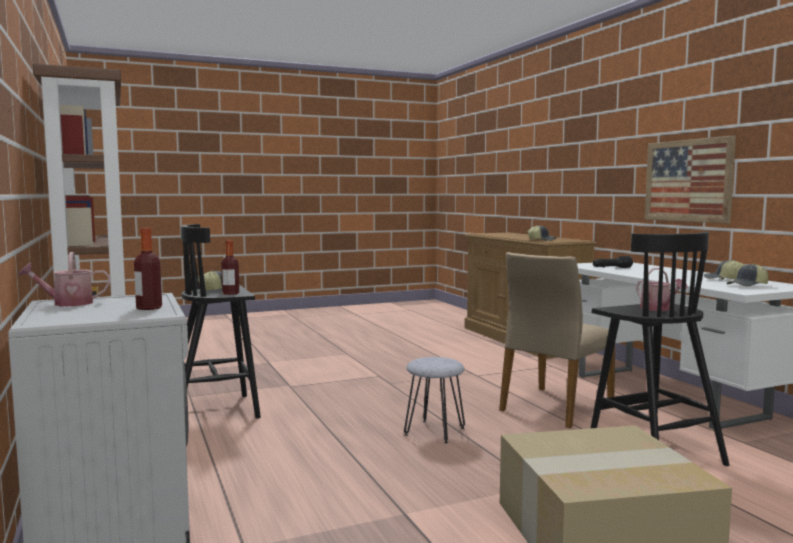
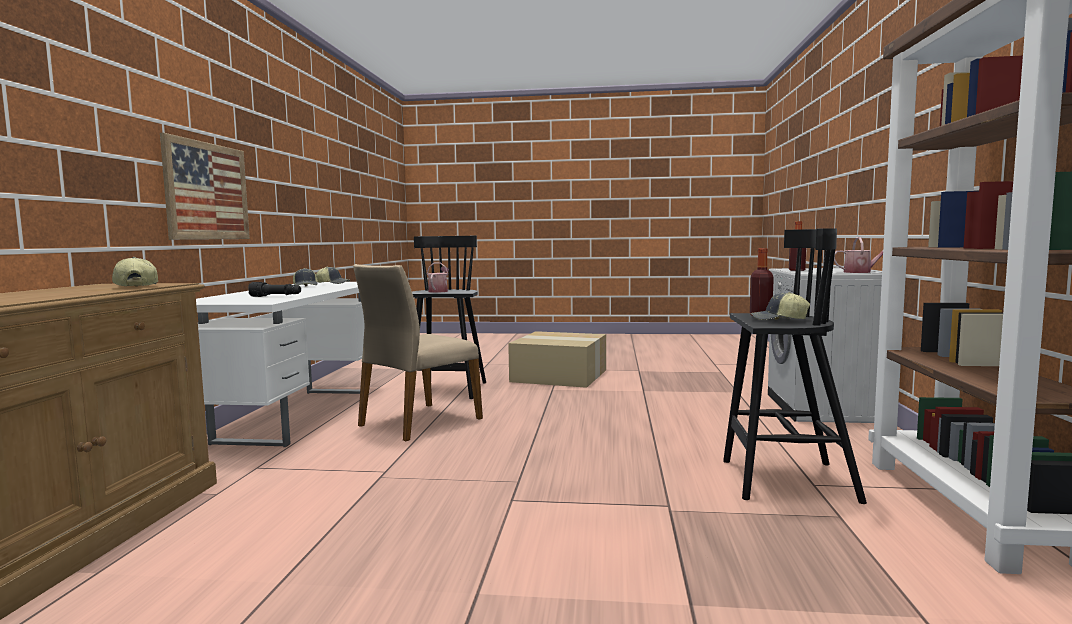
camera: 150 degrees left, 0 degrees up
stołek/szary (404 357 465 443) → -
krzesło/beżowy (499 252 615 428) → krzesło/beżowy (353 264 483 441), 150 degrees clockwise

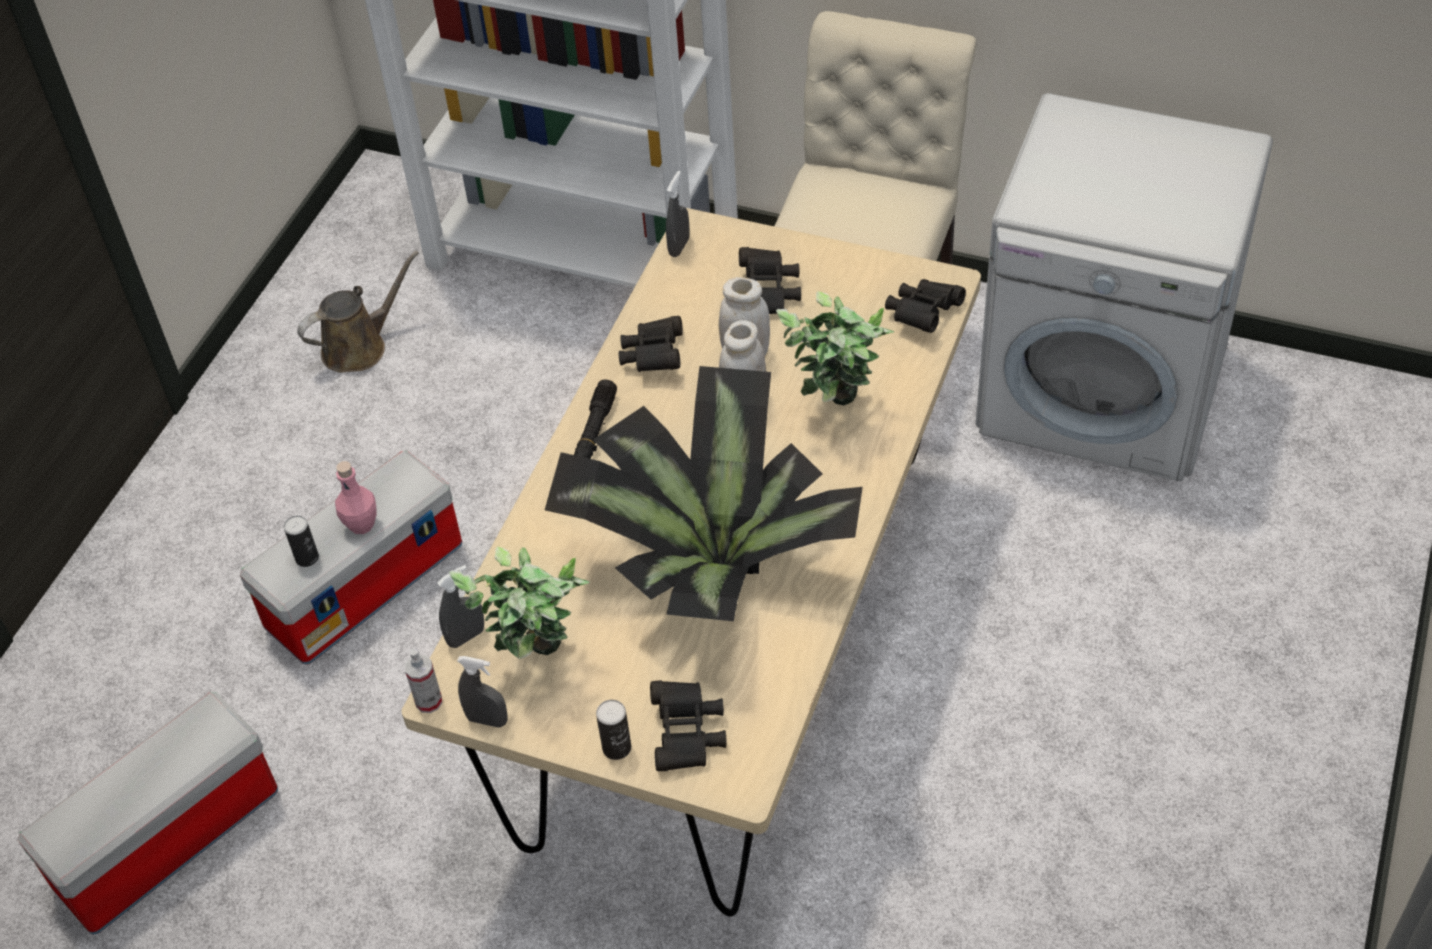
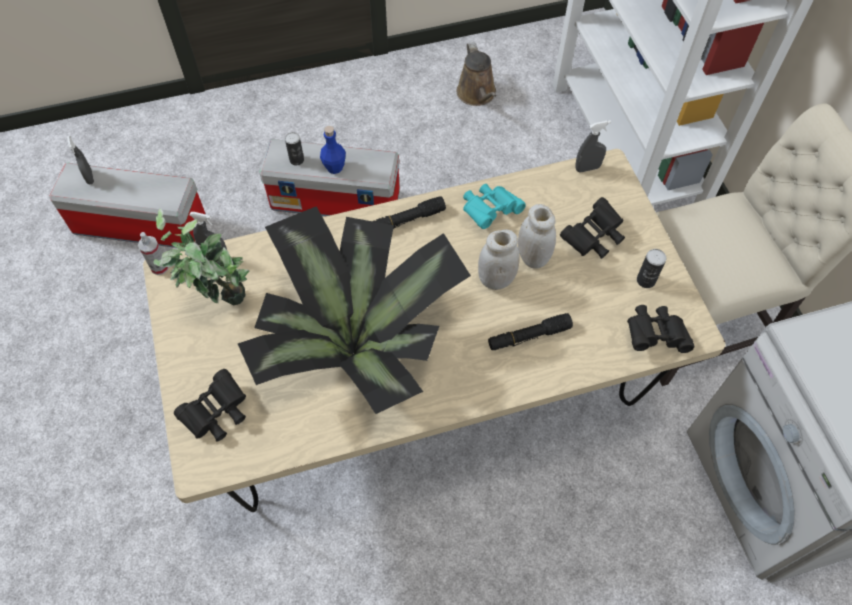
camera: 50 degrees right, 10 degrees up
konewka/brązowy (297 250 419 373) → konewka/brązowy (457 42 496 106), 60 degrees clockwise
butelka/różowy (335 461 377 534) → butelka/niebieski (320 126 346 174)
spryskiwacz/szary (457 656 508 728) → spryskiwacz/szary (67 136 94 185), relocated
puszka (596 700 631 760) → puszka (637 249 666 288), relocated
lornetka/czarny (619 316 683 372) → lornetka/turkusowy (463 184 526 229)
roślina doniczkowa (776 291 894 405) → latarka/czarny (488 313 573 350)

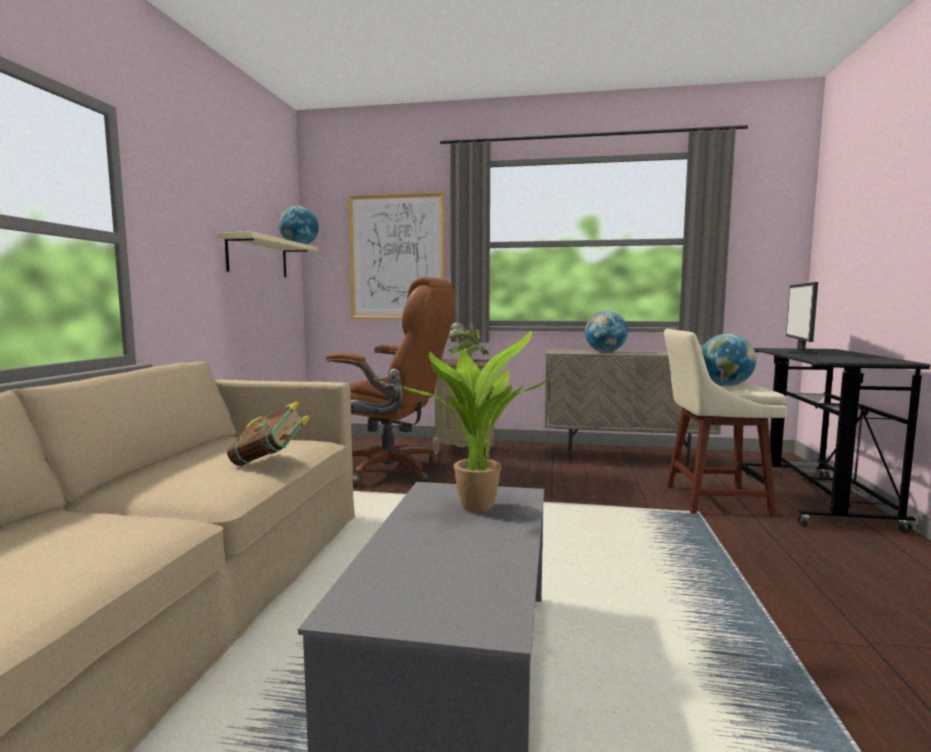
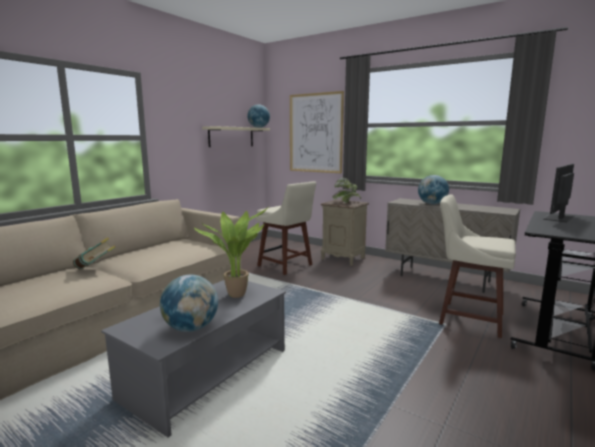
camera: 25 degrees right, 5 degrees up
książka (227 401 310 466) → książka (73 237 115 269), relocated
krzesło biurowe/brązowy (326 277 455 487) → stołek/beżowy (256 181 316 275)
globus (701 334 757 386) → globus (160 275 218 332), relocated

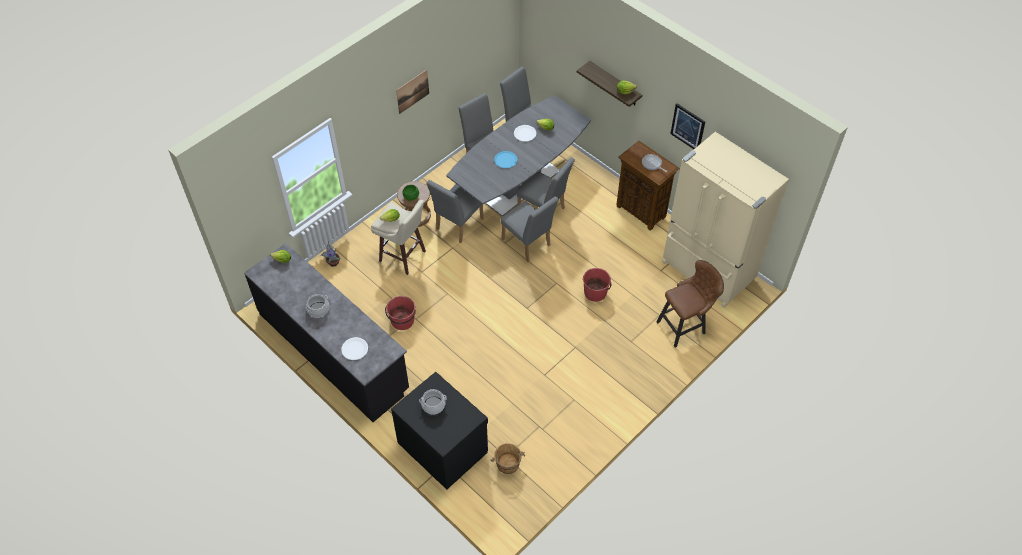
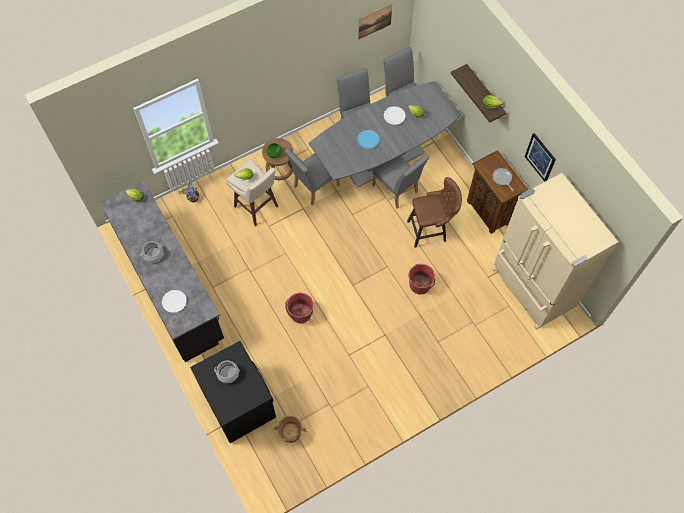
camera: 15 degrees right, 10 degrees up
wiadro/czerwony (385 296 416 330) → wiadro/czerwony (285 293 314 323), relocated
obraz (396 70 429 114) → obraz (358 3 392 40), relocated
krzesło/szary (501 196 559 262) → -
stołek/brązowy (657 260 724 348) → stołek/brązowy (407 177 462 248), relocated

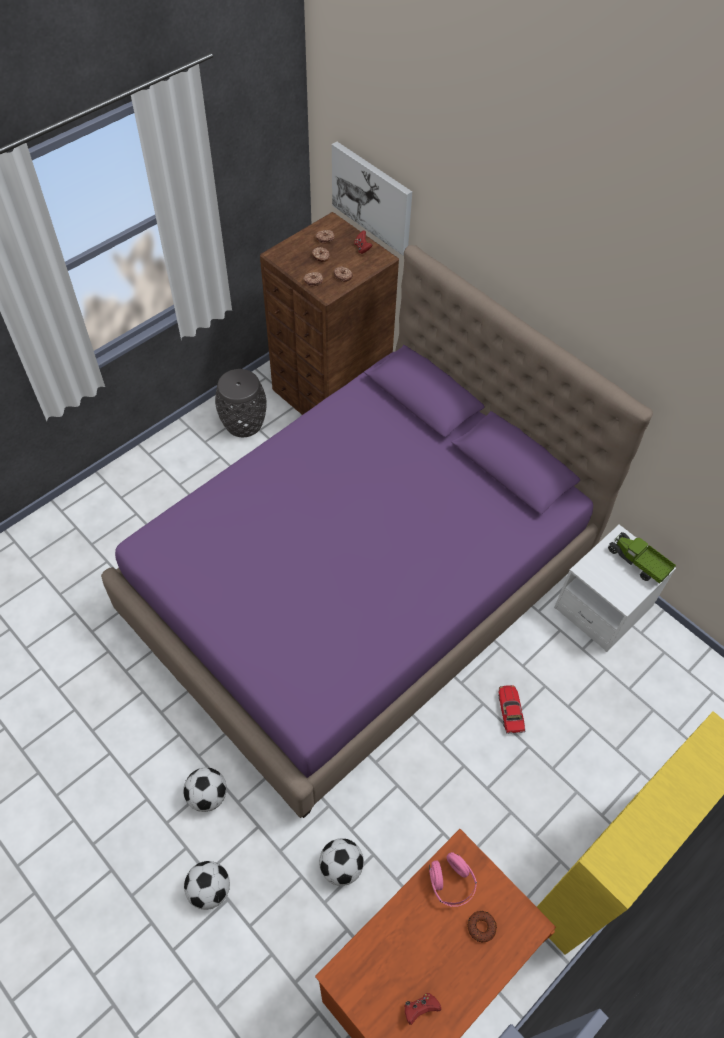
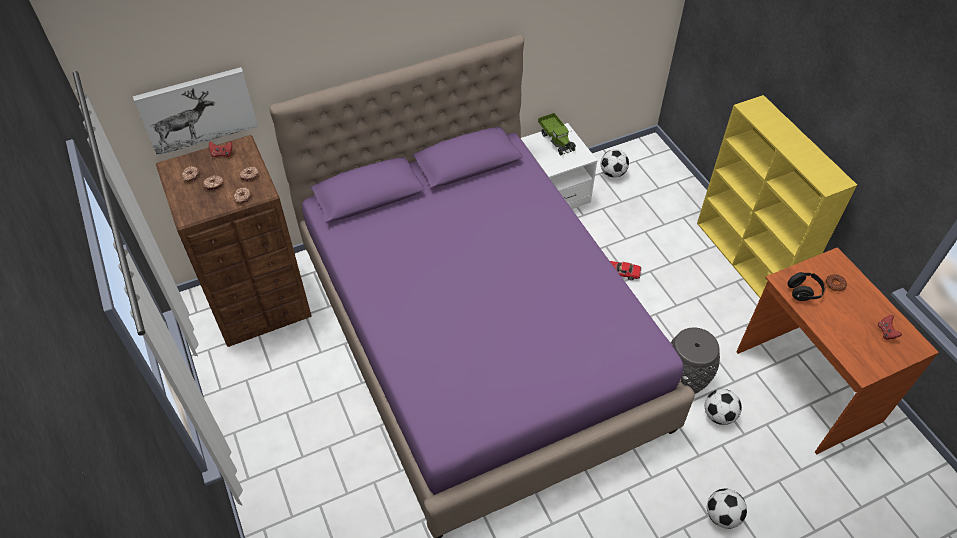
camera: 70 degrees left, 5 degrees down
piłka futbolowa (183 767 227 812) → piłka futbolowa (601 149 629 178), relocated
stołek/szary (215 369 267 437) → stołek/szary (670 327 720 394), relocated
słuchawki/różowy (429 852 477 907) → słuchawki/czarny (787 272 826 301)
ciężarówka zabawkowa (608 532 676 585) → ciężarówka zabawkowa (538 113 576 155), 90 degrees counterclockwise

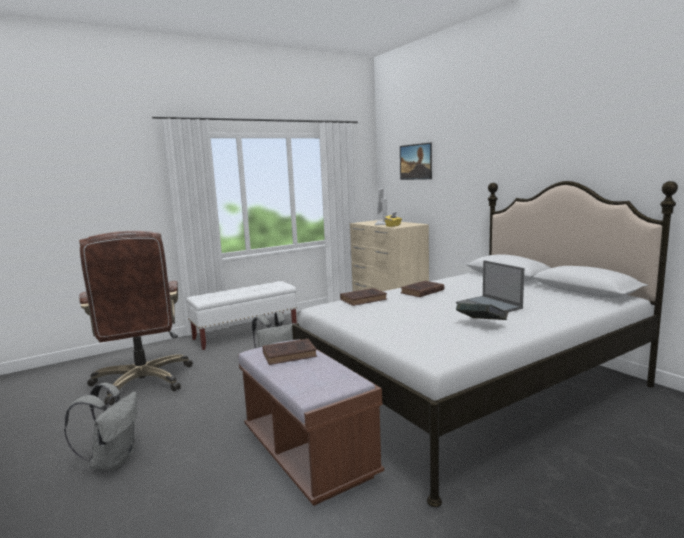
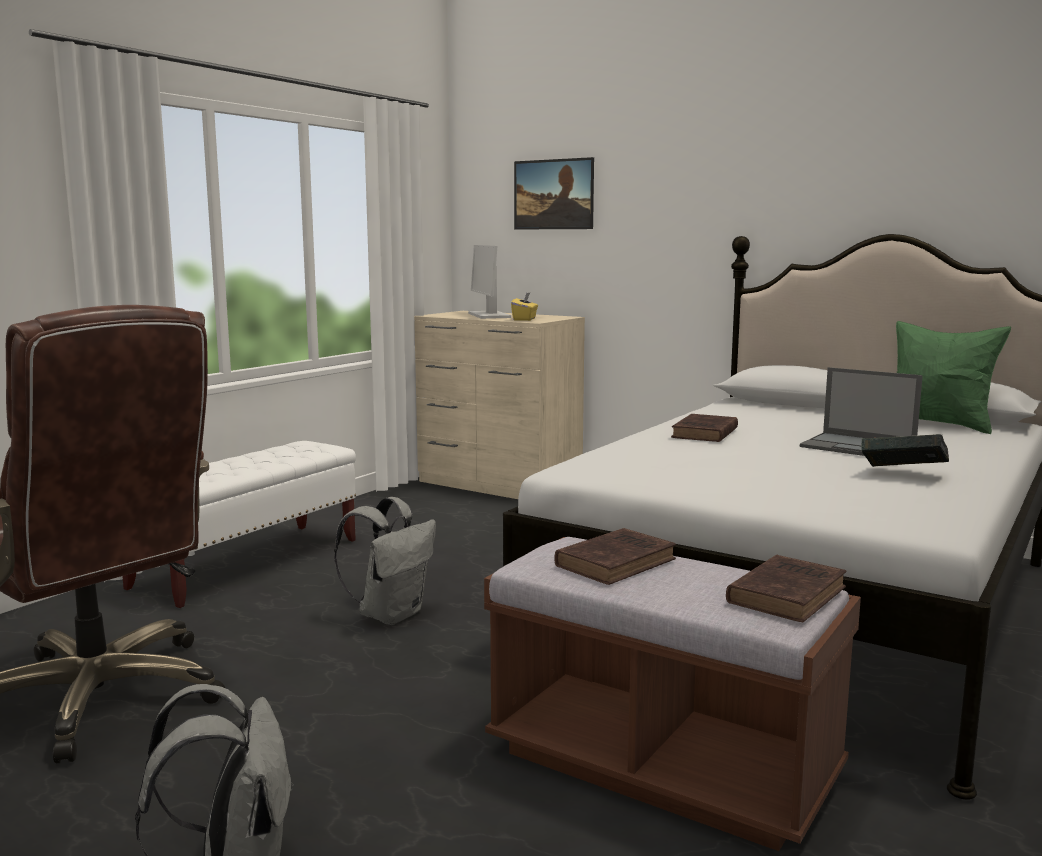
camera: 25 degrees left, 0 degrees up
książka/brązowy (340 288 387 306) → książka/brązowy (726 555 847 622), relocated
- → poduszka/zielony (896 321 1011 434)

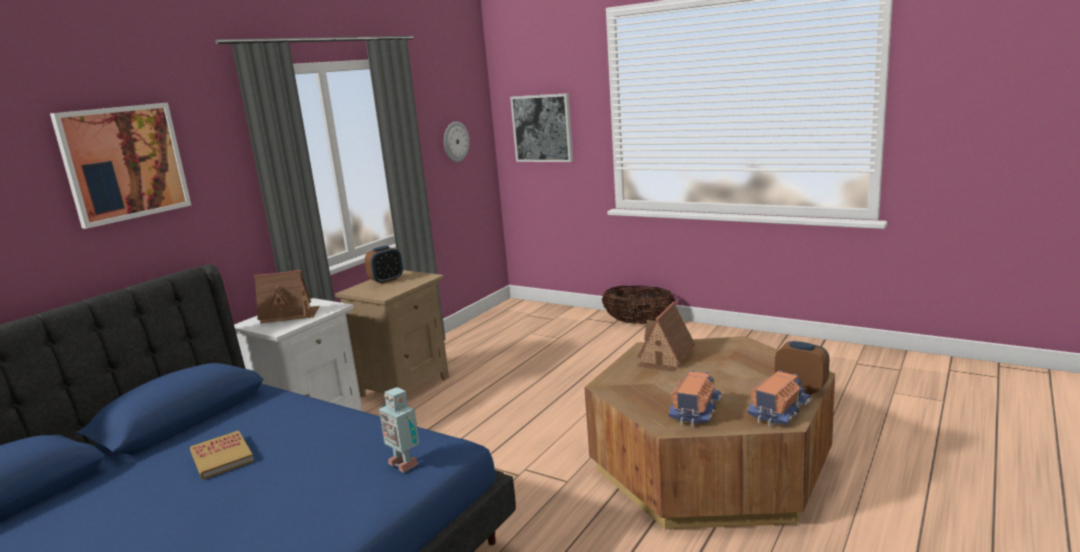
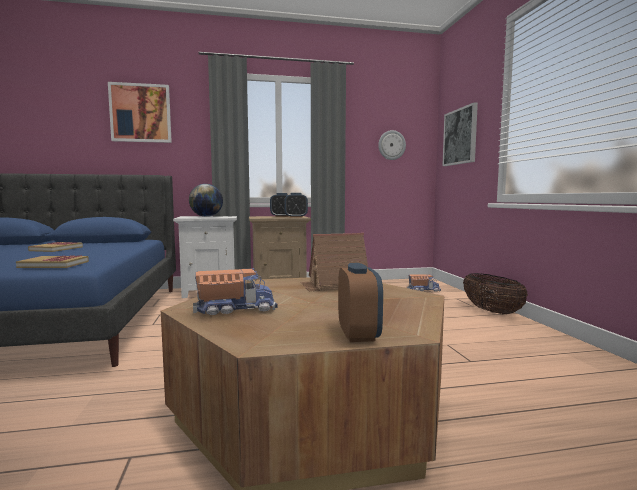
camera: 45 degrees right, 10 degrees down
domek (254 270 319 324) → globus (189 184 223 217)
robot zabawkowy (379 387 420 473) → książka (16 255 89 268)
ciężarówka zabawkowa (748 370 812 426) → ciężarówka zabawkowa (407 274 441 292), relocated
- → budzik (284 193 308 218)

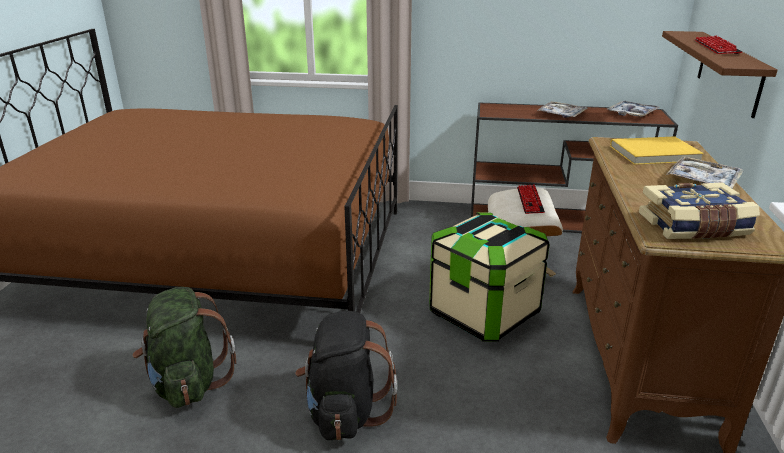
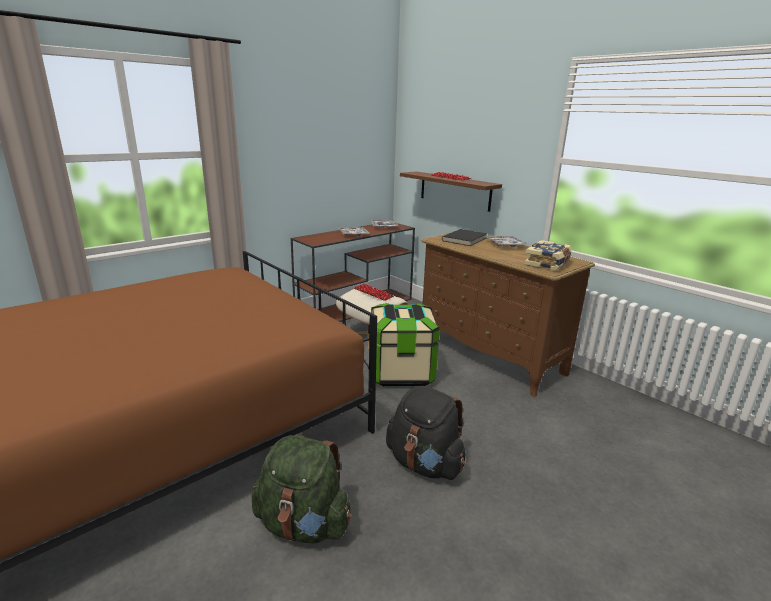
camera: 50 degrees left, 5 degrees down
książka/żółty (610 136 704 165) → książka/czarny (442 229 487 246)

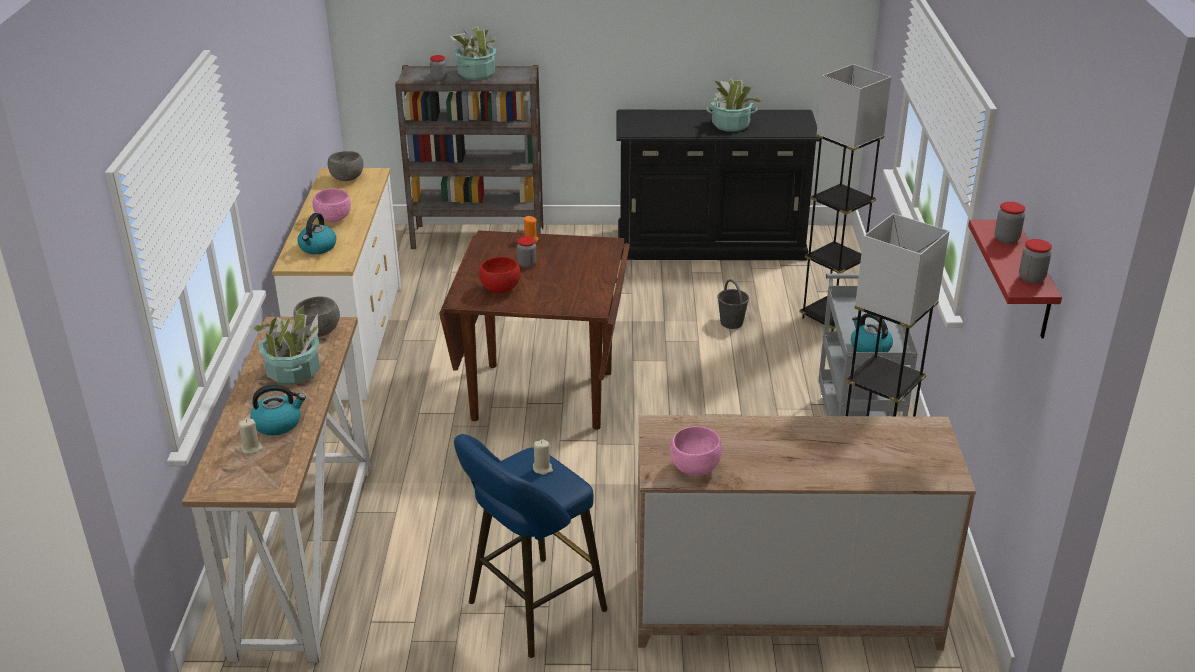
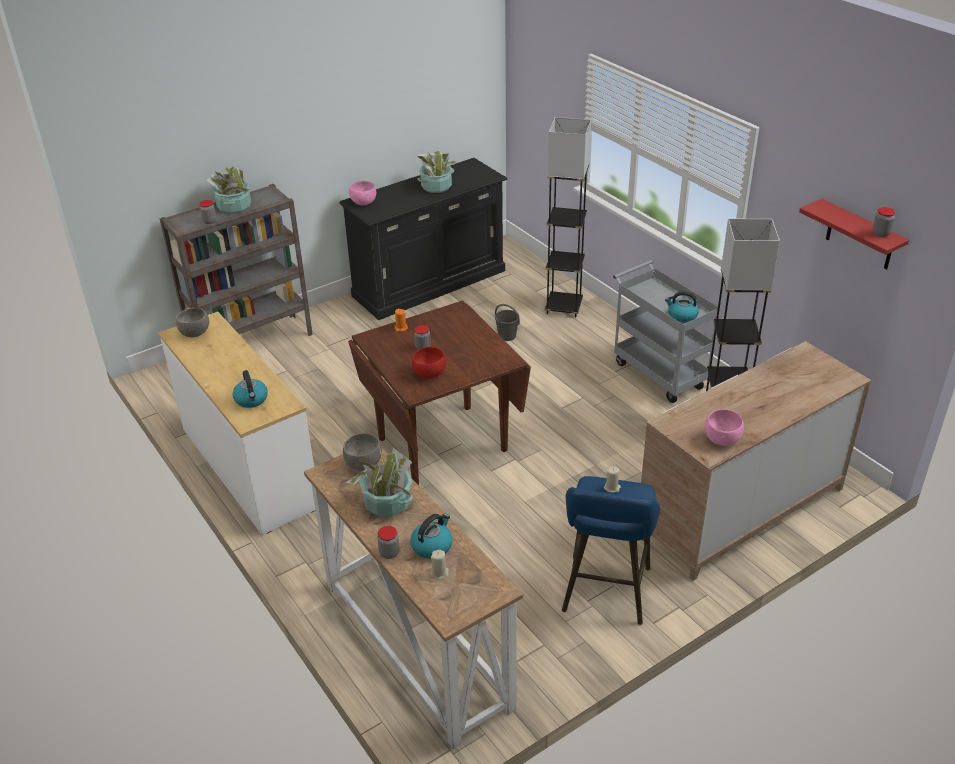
camera: 35 degrees left, 5 degrees up
miska/różowy (312 189 351 222) → miska/różowy (349 181 376 206), relocated
słoik (995 202 1025 244) → słoik (377 526 400 559), relocated

